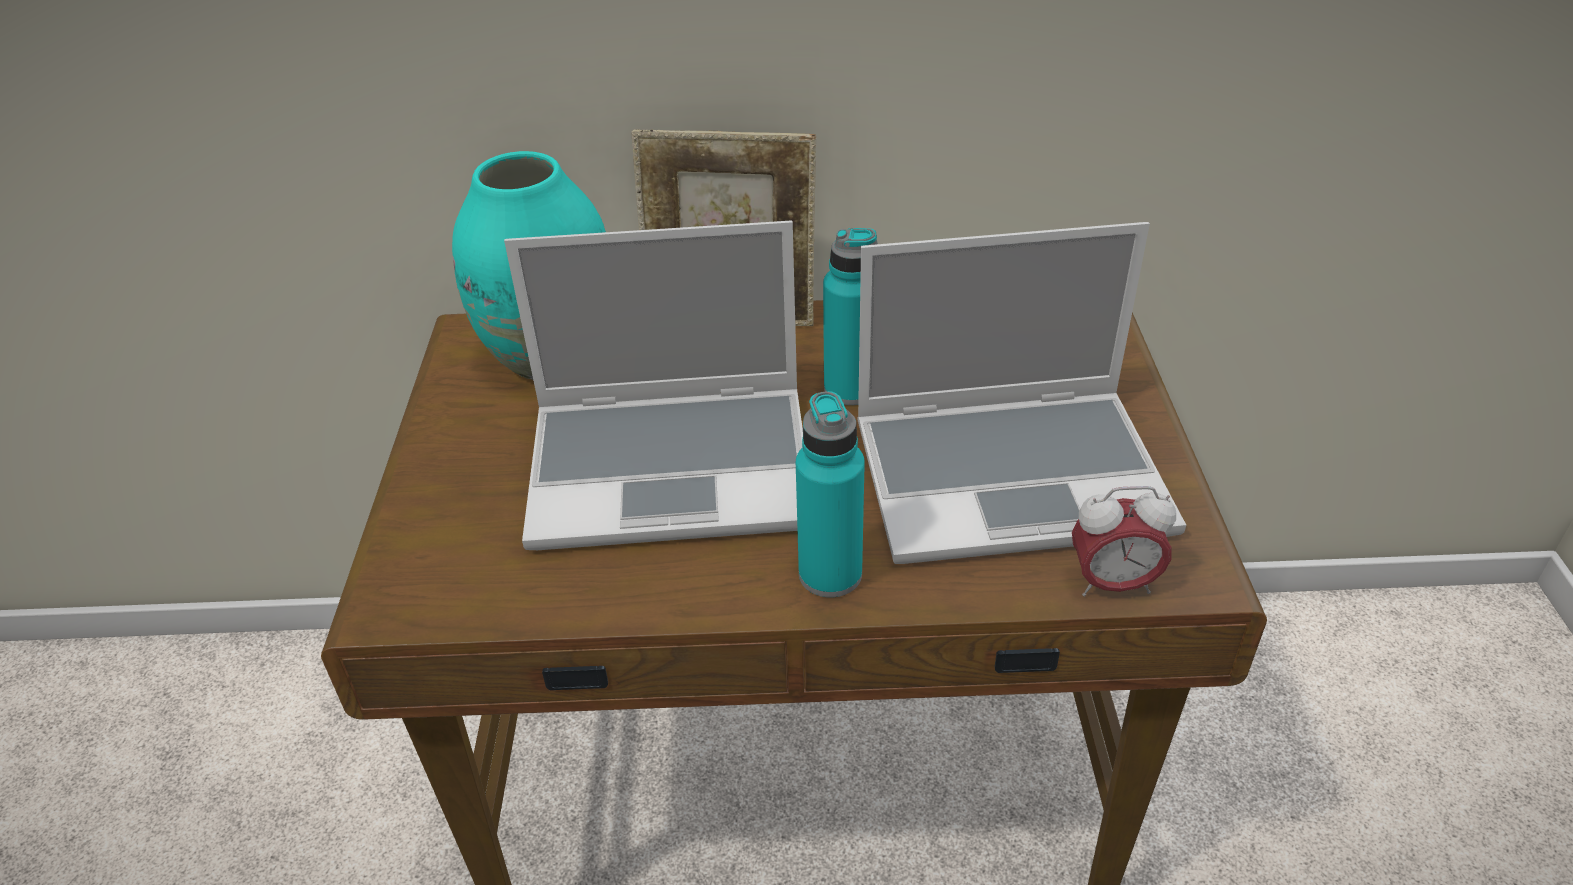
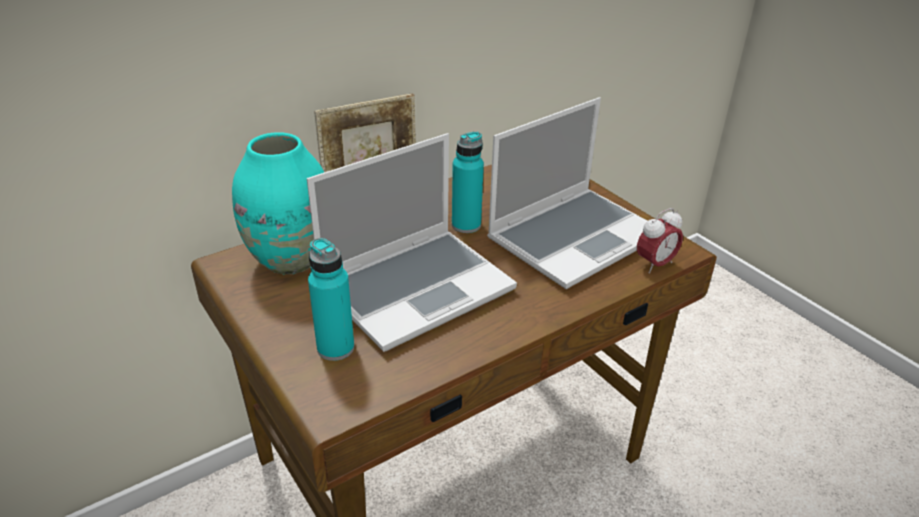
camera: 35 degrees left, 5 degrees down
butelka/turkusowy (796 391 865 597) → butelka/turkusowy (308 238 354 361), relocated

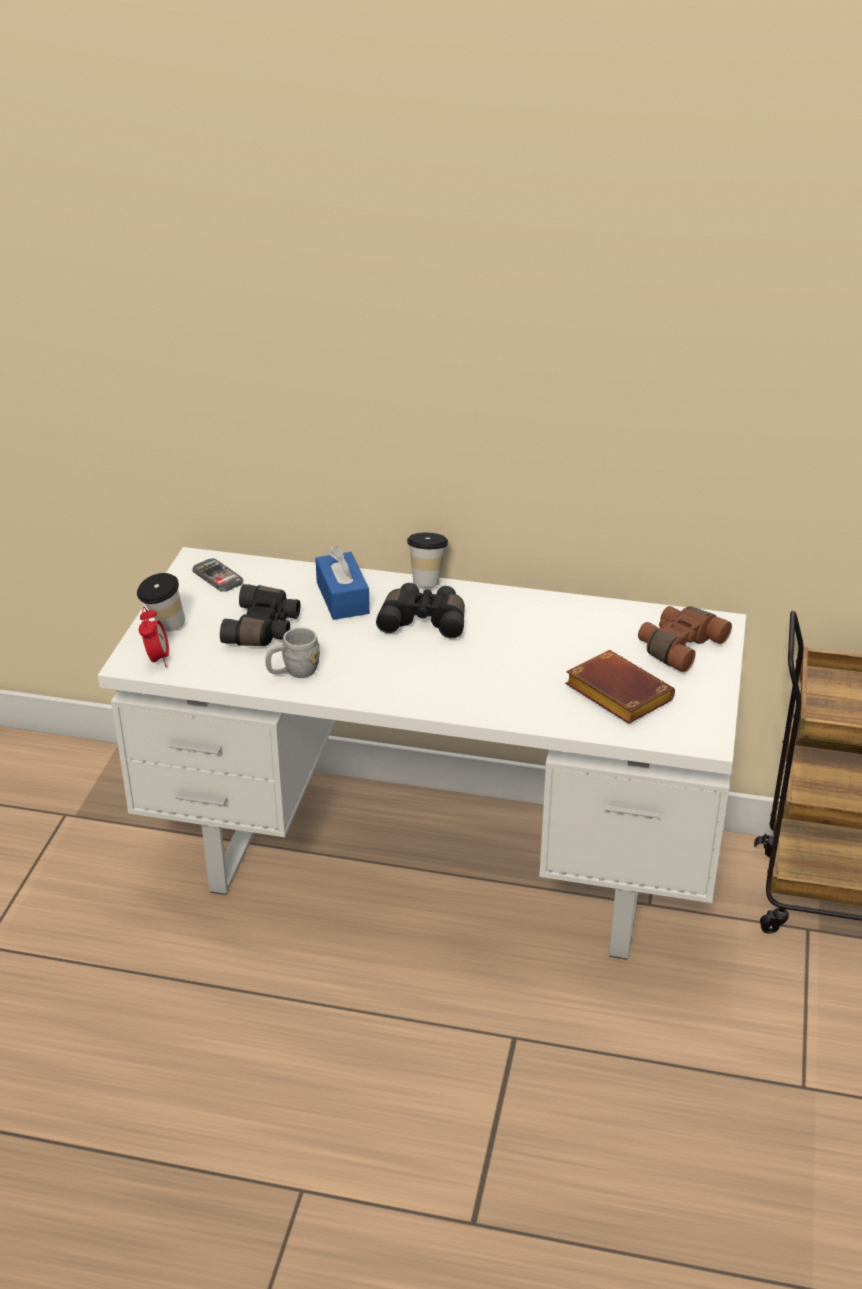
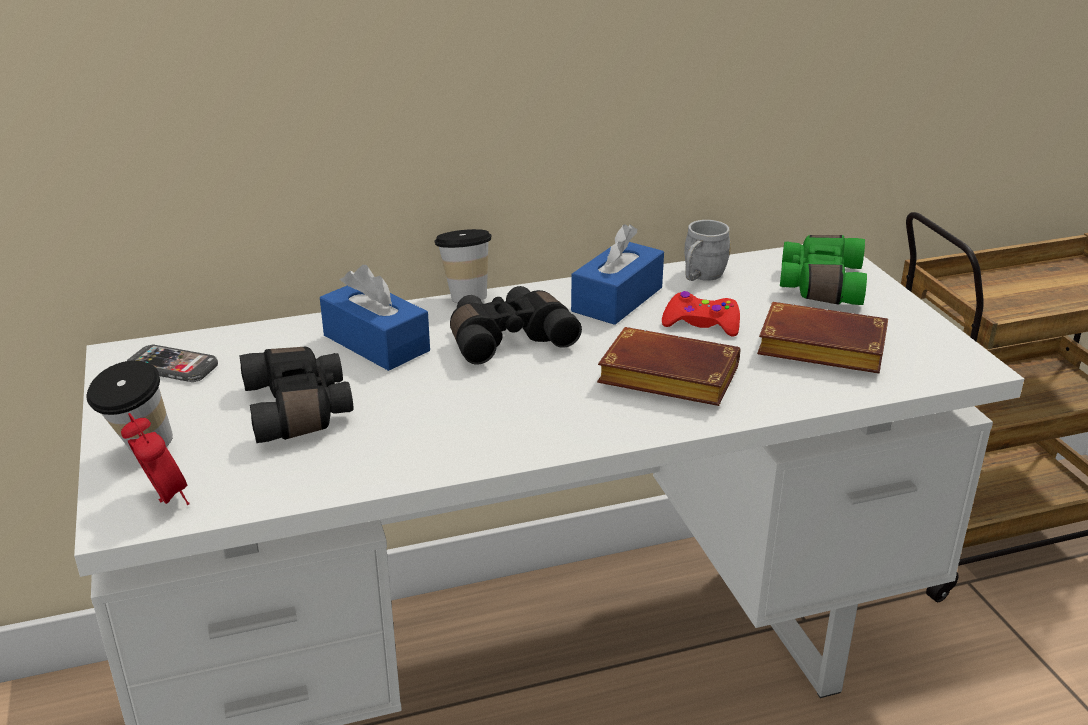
camera: 30 degrees left, 5 degrees down
kubek/szary (265 627 320 678) → kubek/szary (684 220 731 281), relocated
lornetka/brązowy (638 606 732 672) → lornetka/zielony (780 235 867 305)
- → pudełko chusteczek/niebieski (571 224 664 325)
- → książka/brązowy (597 327 740 406)
- → pad do gier/czerwony (662 291 740 337)

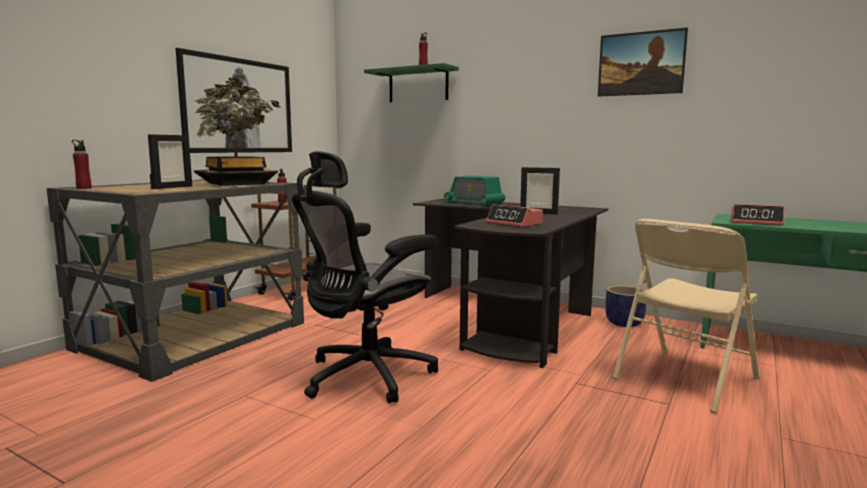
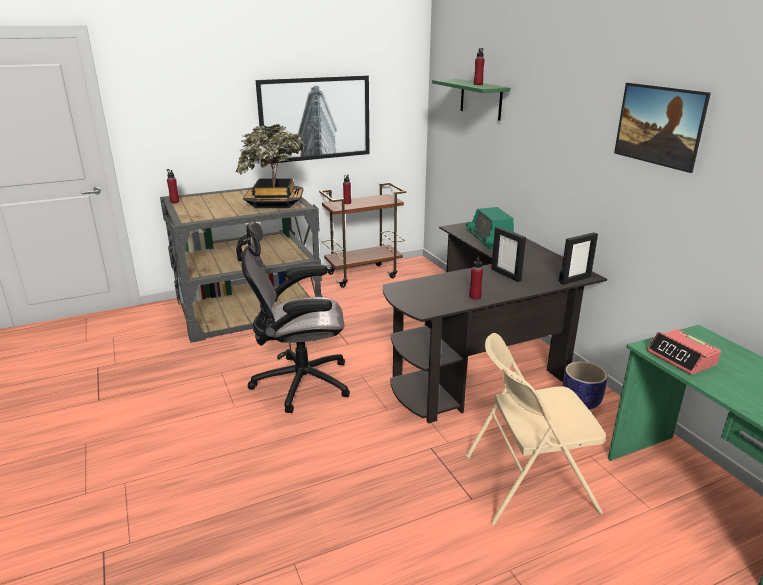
camera: 35 degrees right, 15 degrees up
ramka na zdjęcie (148 134 192 189) → ramka na zdjęcie (559 232 598 285), relocated
budzik (486 204 543 227) → -
- → butelka/czerwony (469 256 483 300)

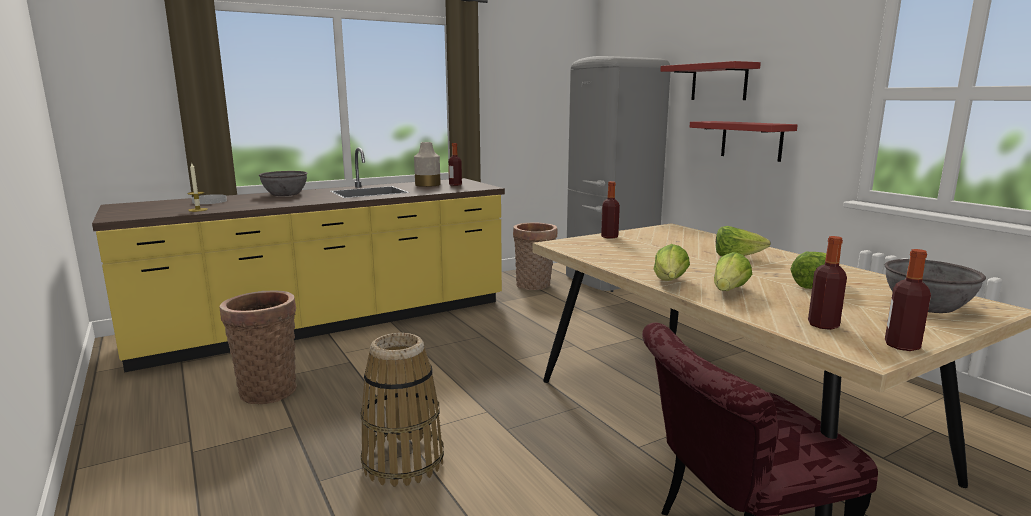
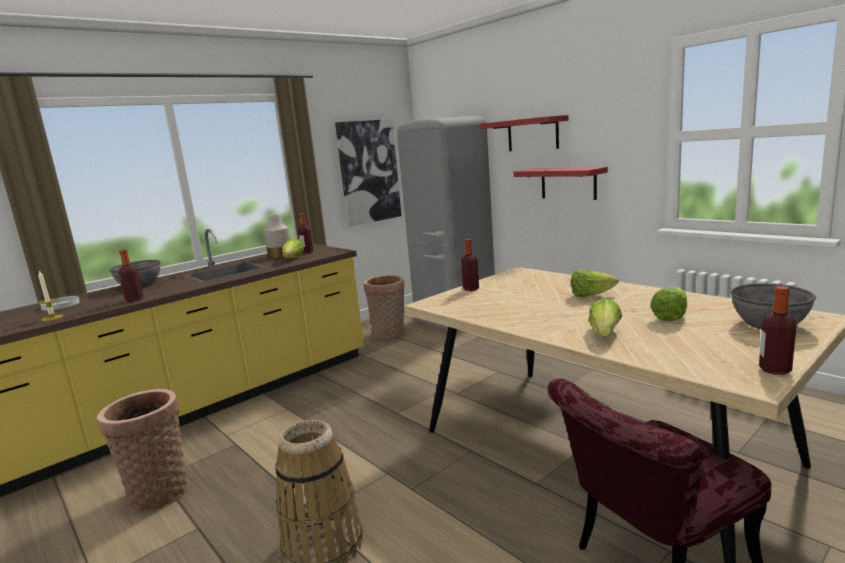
camera: 10 degrees left, 0 degrees up
sałata (653 244 690 281) → sałata (282 238 304 258), relocated
butelka (808 236 847 330) → butelka (119 249 143 302), relocated
- → obraz (335 119 402 227)

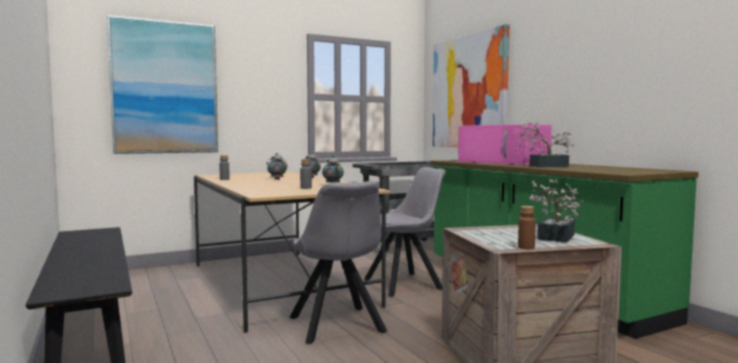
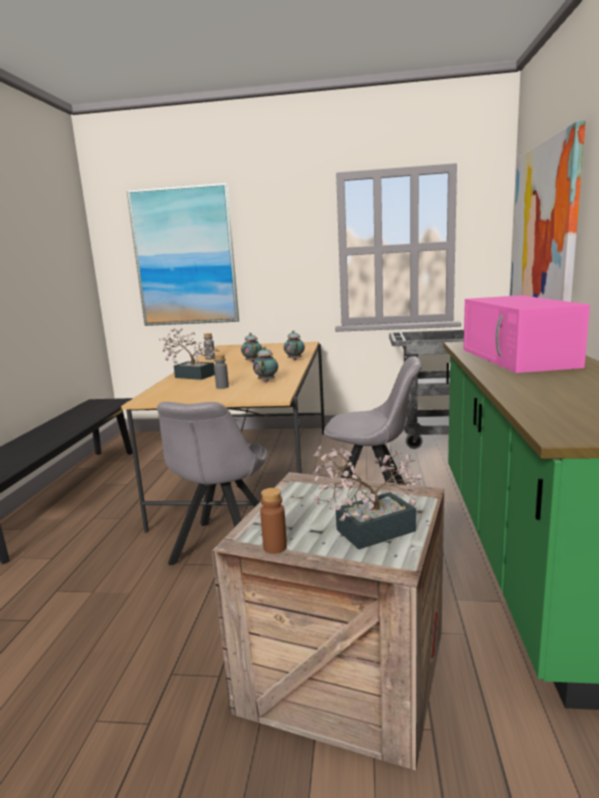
camera: 35 degrees right, 10 degrees up
roślina doniczkowa (519 121 574 167) → roślina doniczkowa (159 328 219 380), relocated

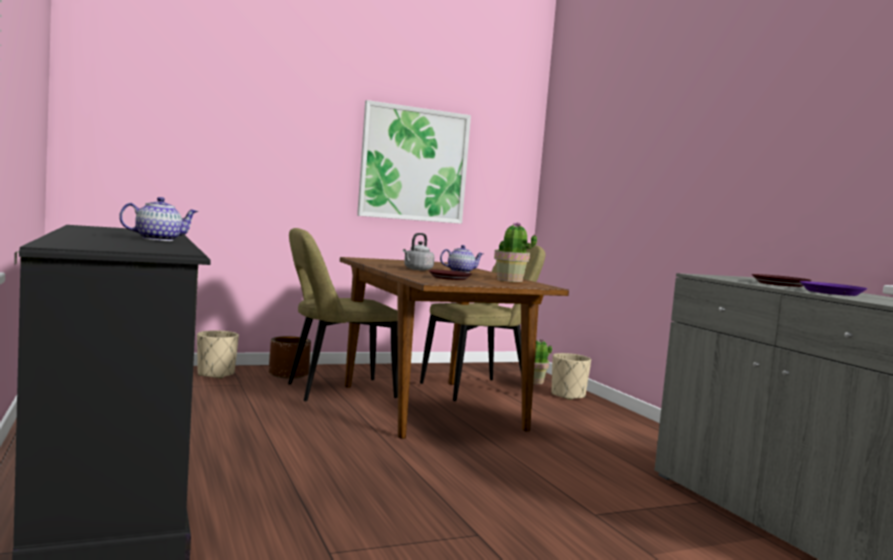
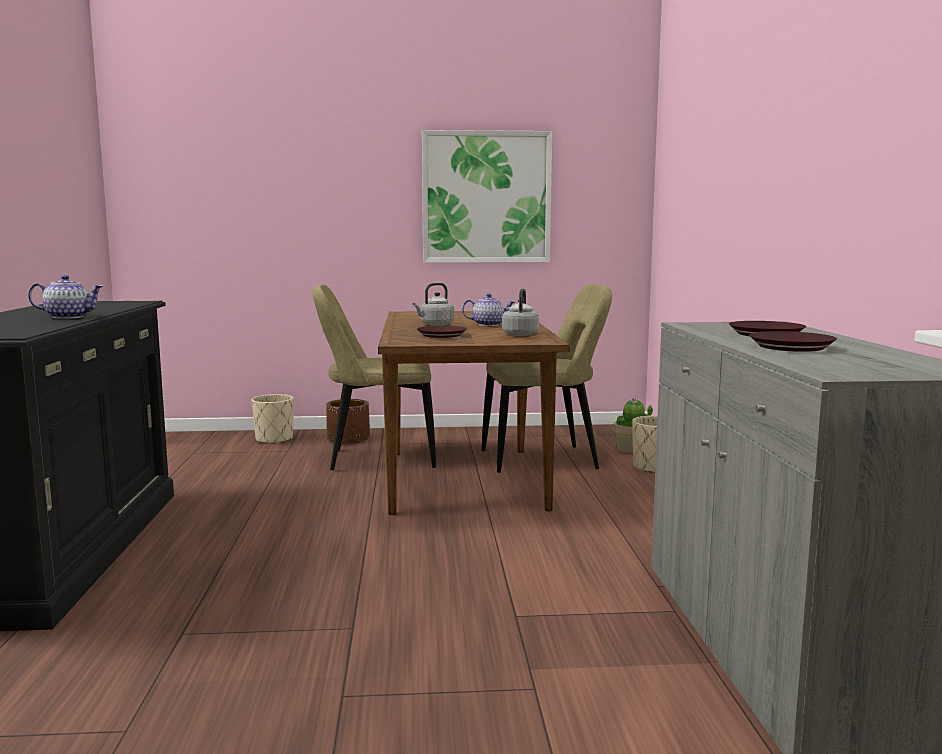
camera: 20 degrees right, 5 degrees up
roślina doniczkowa (494 222 537 282) → czajnik/szary (502 288 539 336)
talerz/fioletowy (800 281 868 296) → talerz/brązowy (749 331 837 352)

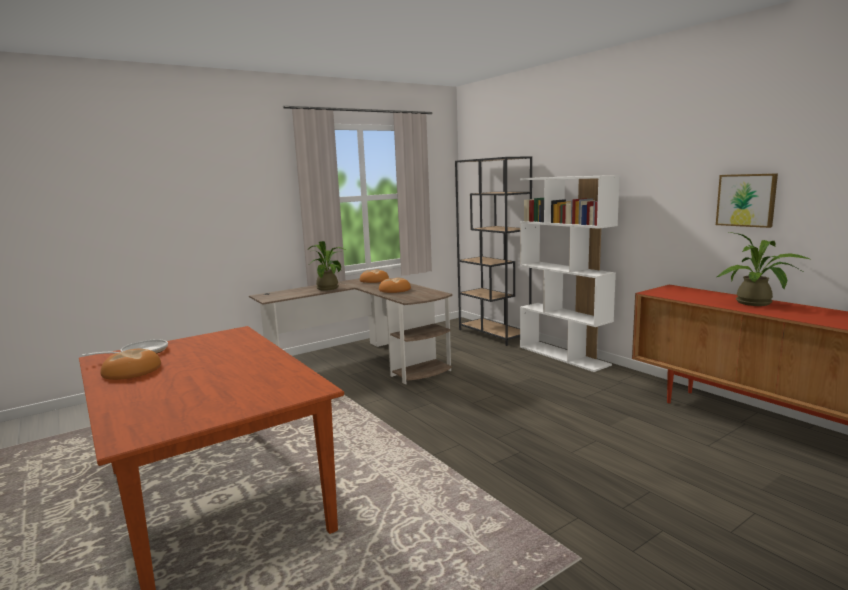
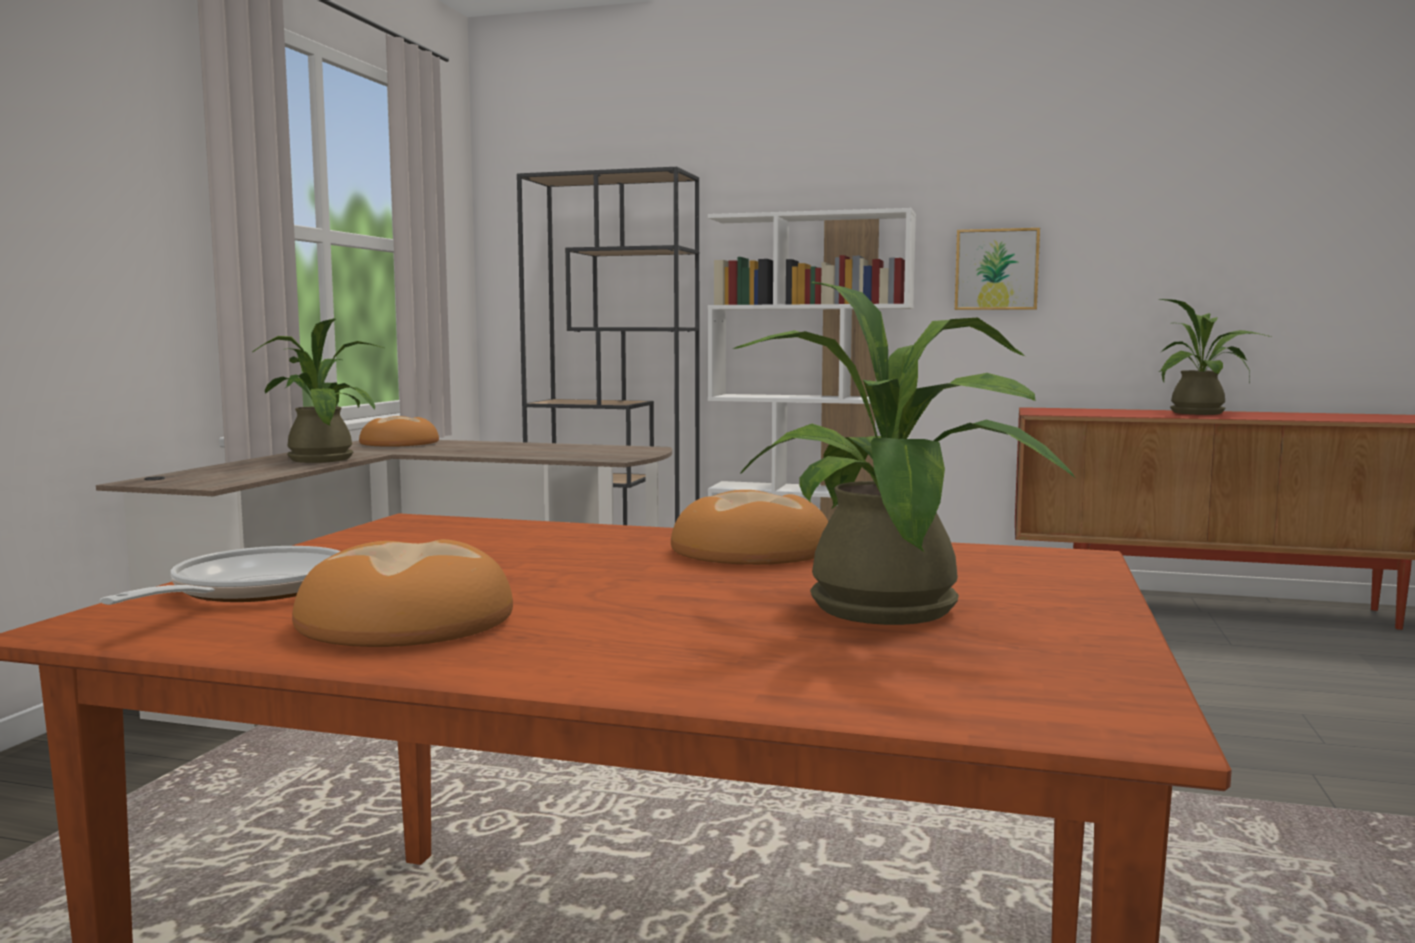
camera: 40 degrees left, 5 degrees down
chleb (379 278 411 293) → chleb (671 490 828 565), relocated
obraz (716 173 778 228) → obraz (955 228 1040 310), relocated
- → roślina doniczkowa (733 282 1075 625)

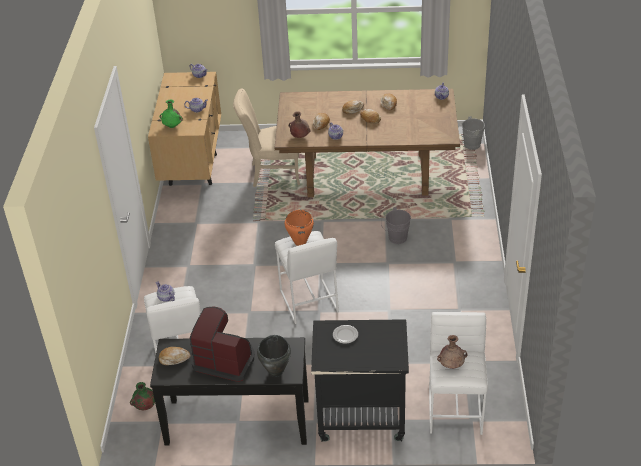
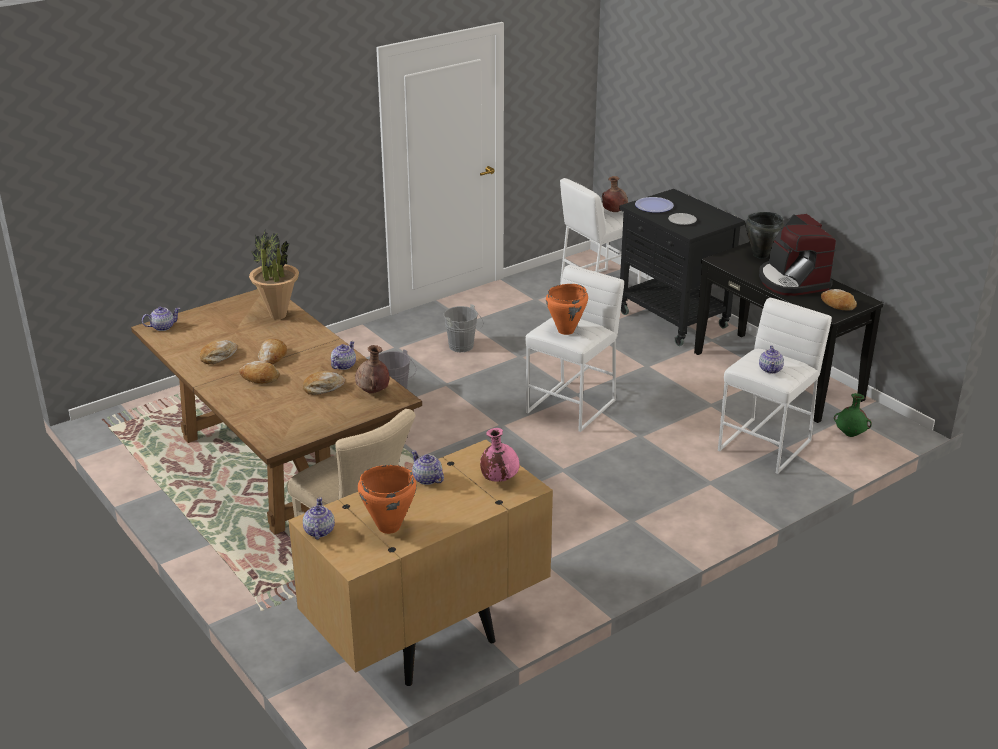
camera: 130 degrees left, 10 degrees down
wazon/zielony (160 100 183 128) → wazon/różowy (480 428 519 482)
wiadro/szary (459 116 485 150) → wiadro/szary (444 304 483 352), relocated
- → roślina doniczkowa (249 231 299 320)
- → garnek/pomarańczowy (358 465 417 534)
- → talerz (635 197 674 213)

